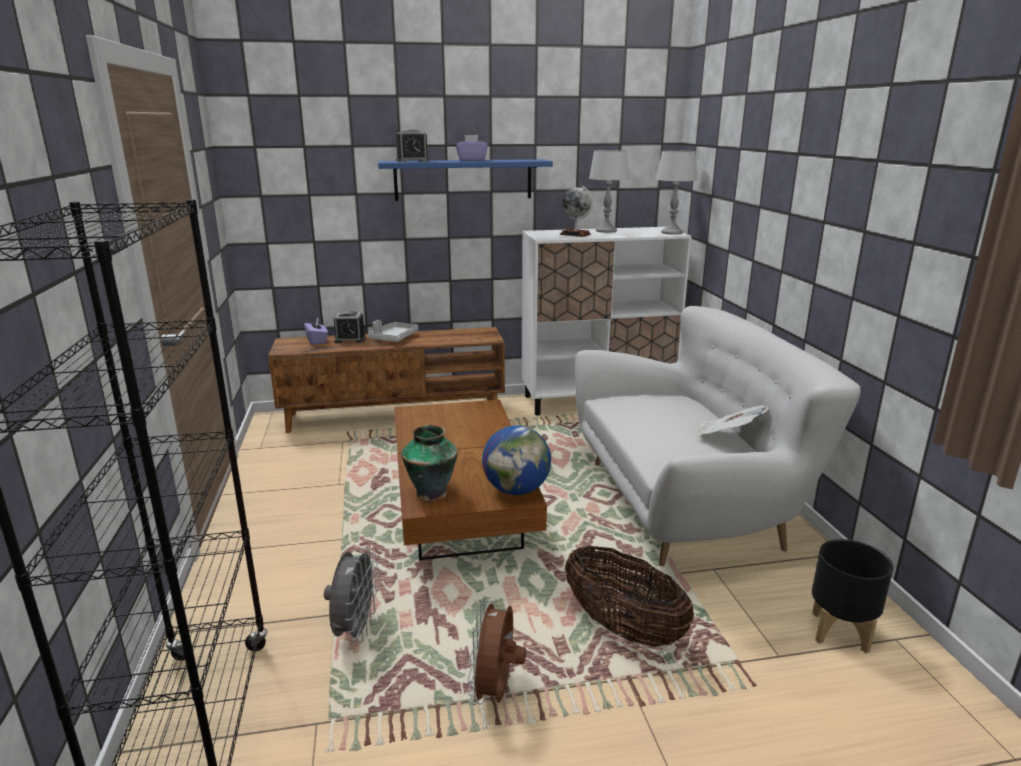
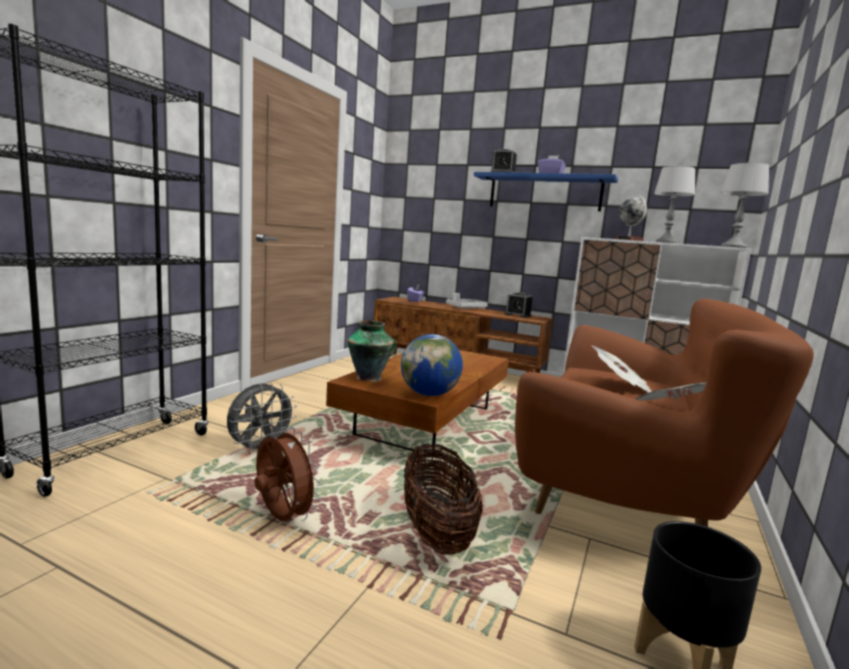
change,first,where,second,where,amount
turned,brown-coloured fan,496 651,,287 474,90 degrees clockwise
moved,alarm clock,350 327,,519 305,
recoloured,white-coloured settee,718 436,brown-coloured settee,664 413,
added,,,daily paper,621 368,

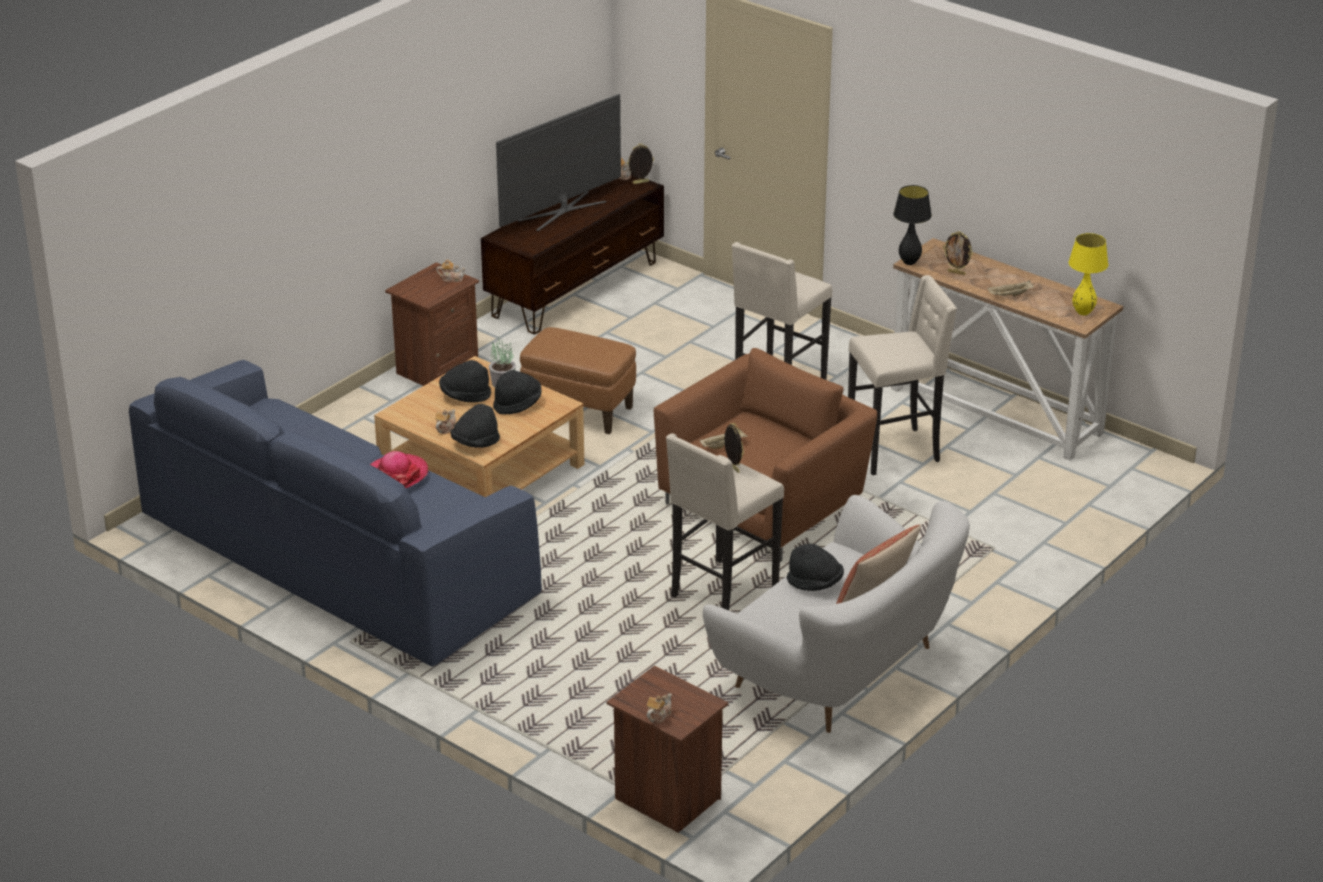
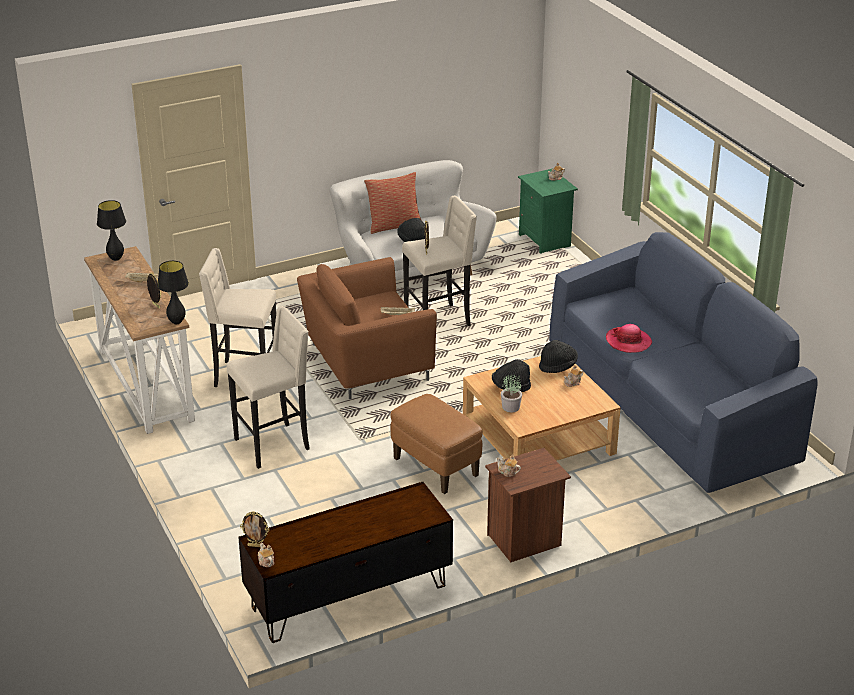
change,first,where,second,where,amount
recoloured,yellow table lamp,1088 274,black-coloured table lamp,111 230,
recoloured,brown-coloured night table,667 749,green-coloured night table,548 211,
removed,black-coloured clothing hat,465 381,,,
removed,TV set,558 162,,,

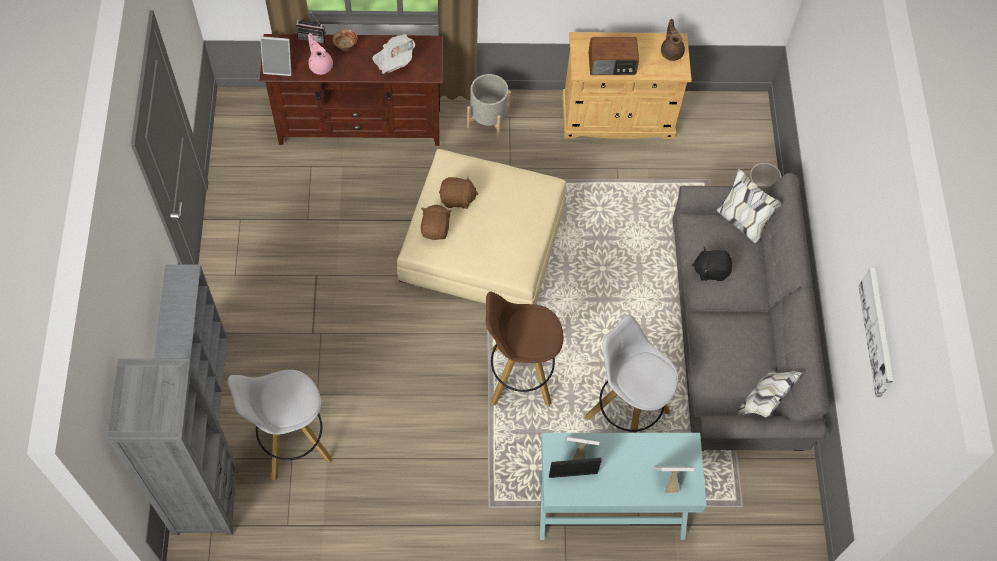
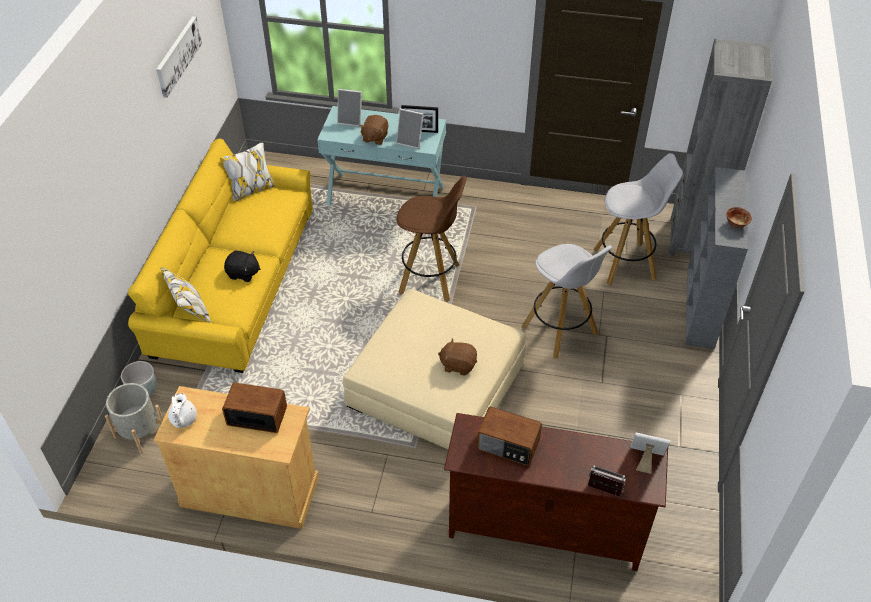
change,first,where,second,where,amount
moved,gray planter,489 105,,134 418,
recoloured,gray settee,751 310,yellow settee,220 256,
recoloured,brown-coloured tea pot,673 40,white-coloured tea pot,182 410,
moved,brown-coloured cuddly toy,436 222,,374 130,
replaced,daily paper,393 54,radio set,509 436,
moved,white-coloured sitting stool,631 374,,567 301,
moved,deep dish,345 40,,739 218,
removed,pinkish tea pot,320 54,,,

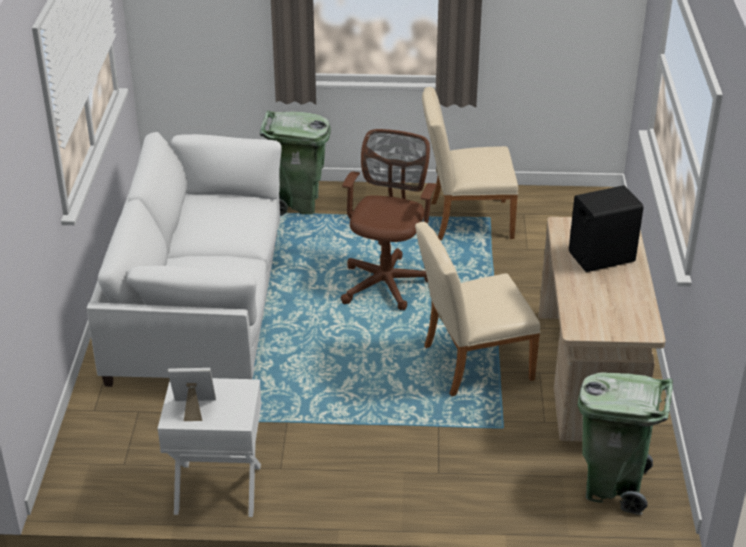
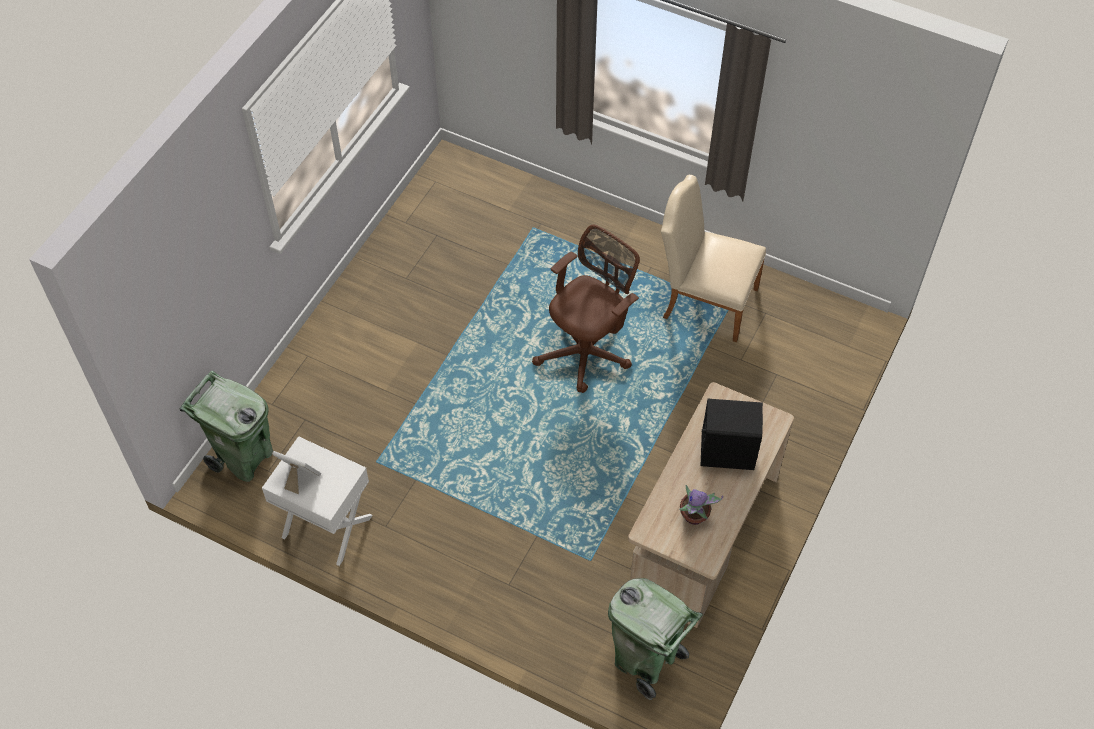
change,first,where,second,where,amount
moved,green-coloured waste bin,295 163,,226 426,
added,,,potted plant,701 505,
removed,white-coloured settee,184 259,,,
removed,sand-coloured plain chair,477 309,,,

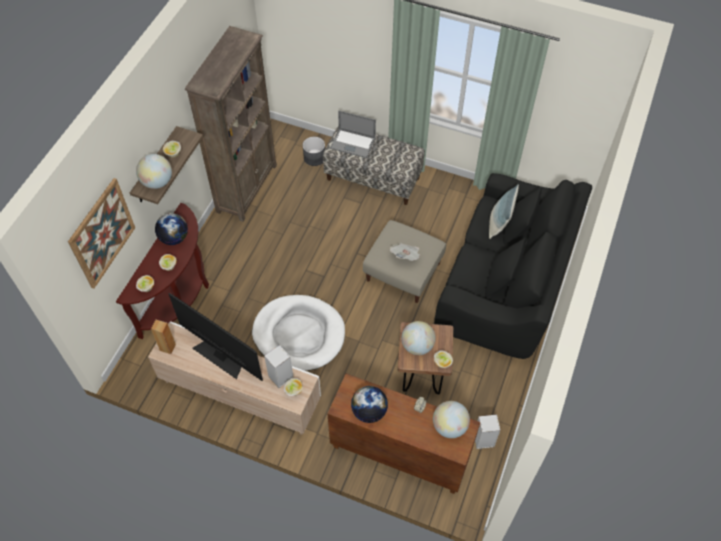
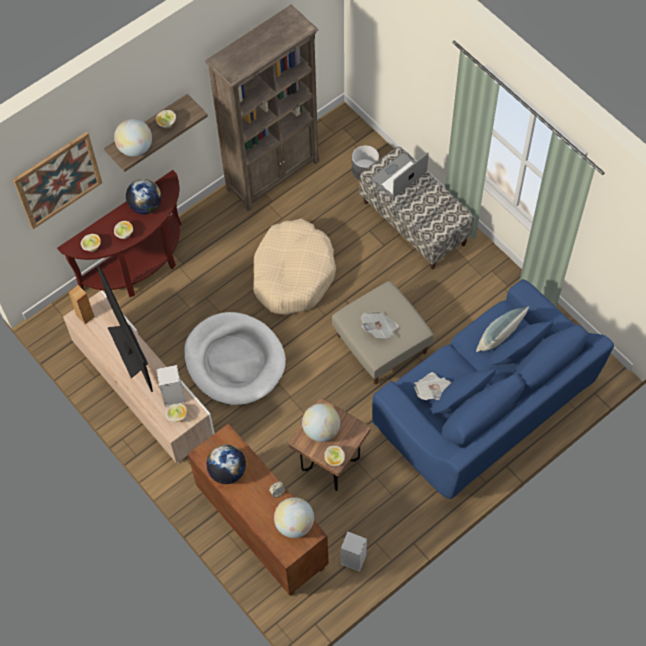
change,first,where,second,where,amount
added,,,sand-coloured dog bed,294 267,
turned,portable computer,353 134,,399 175,90 degrees clockwise
recoloured,black-coloured settee,513 266,blue-coloured settee,493 389,
added,,,daily paper,432 386,

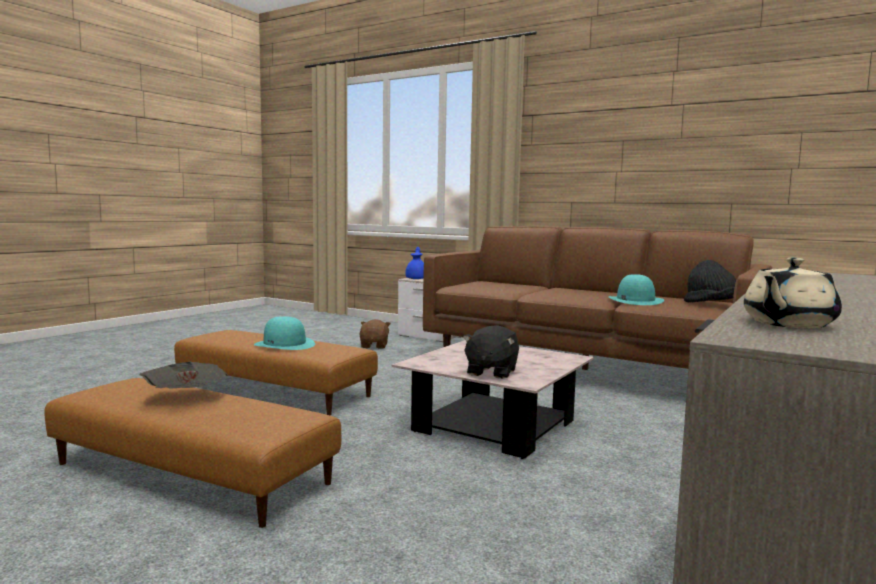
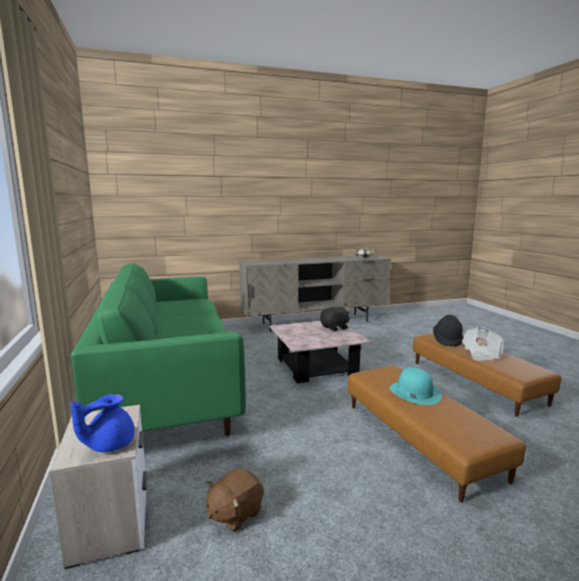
change,first,where,second,where,amount
recoloured,brown-coloured settee,597 298,green-coloured settee,158 349,
moved,black-coloured clothing hat,710 281,,448 331,
removed,turquoise-coloured clothing hat,636 289,,,

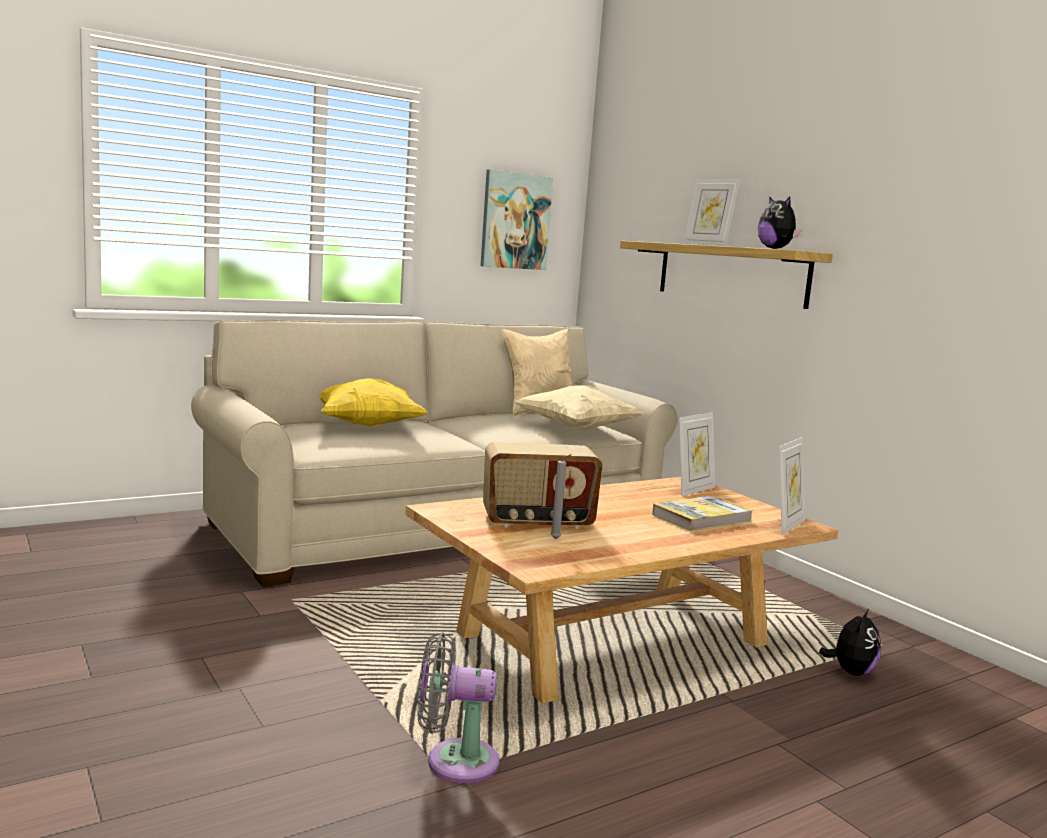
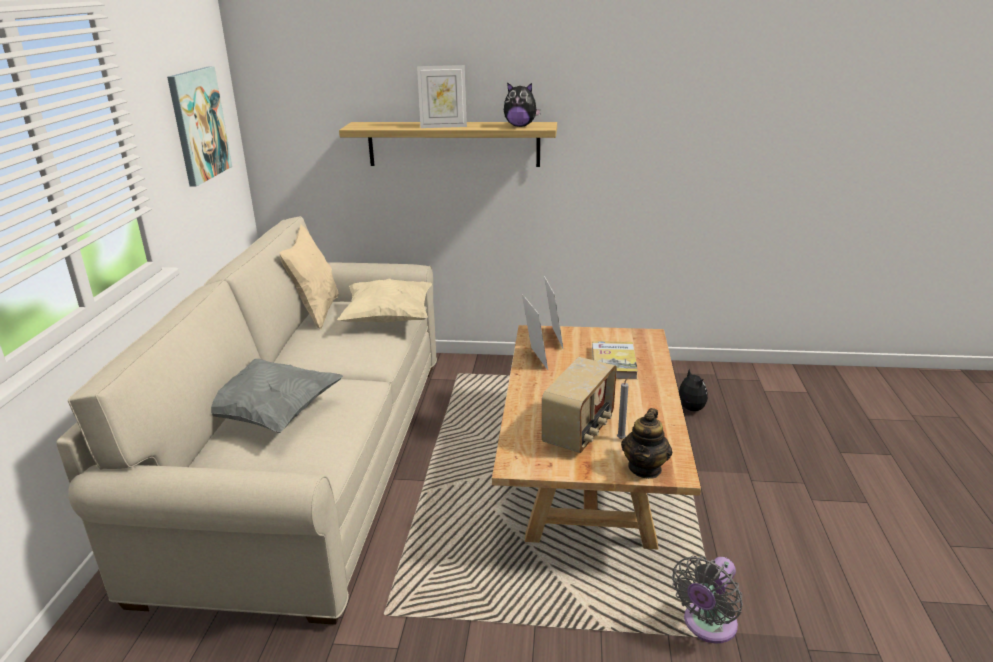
change,first,where,second,where,amount
recoloured,yellow cushion,373 403,gray cushion,277 396,
moved,photo frame,792 486,,535 332,
added,,,tea pot,646 443,

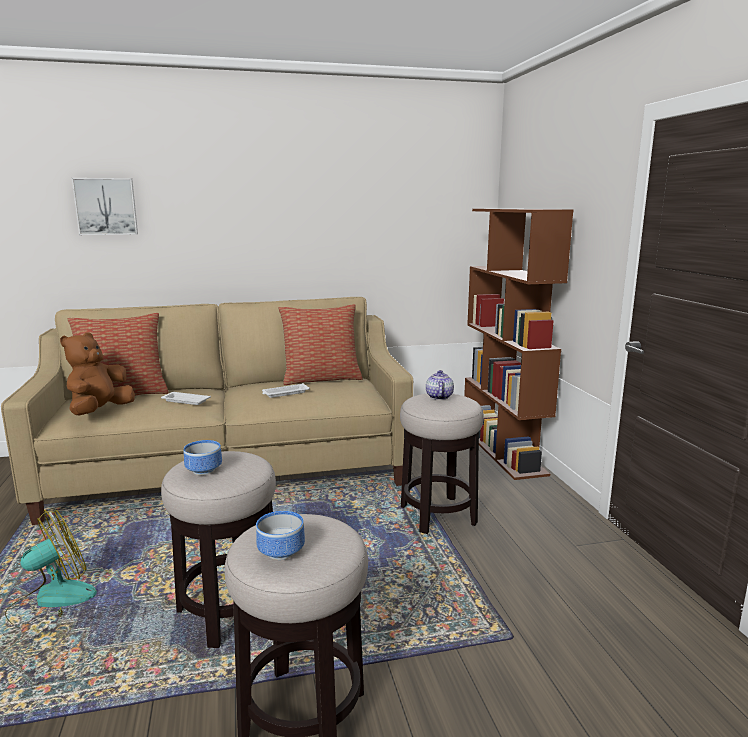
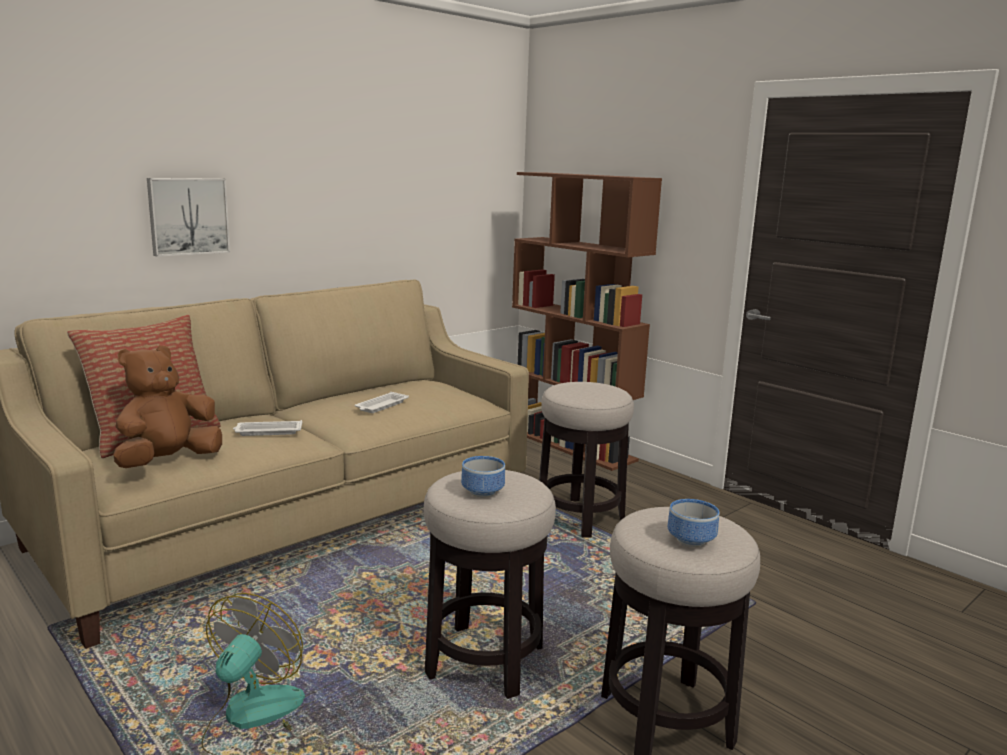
change,first,where,second,where,amount
turned,brown-coloured cuddly toy,97 373,,167 407,45 degrees clockwise
moved,wall picture,105 206,,188 217,
removed,cushion,320 344,,,
removed,tea pot,440 385,,,

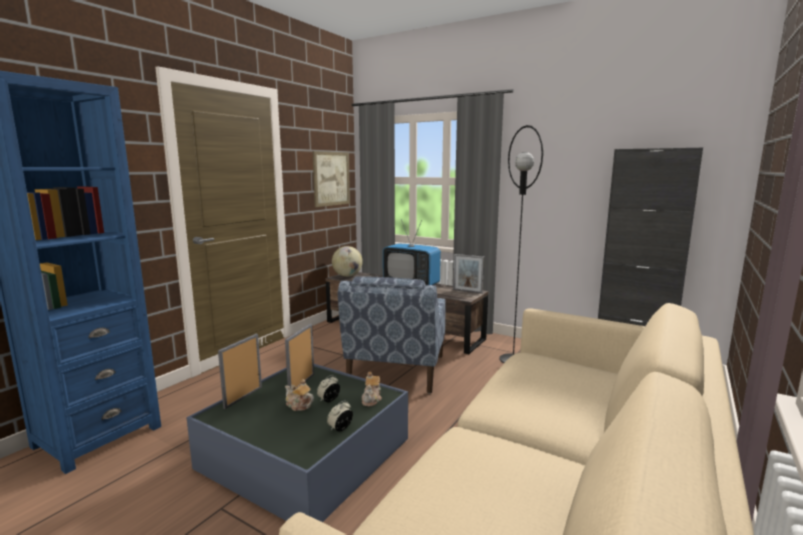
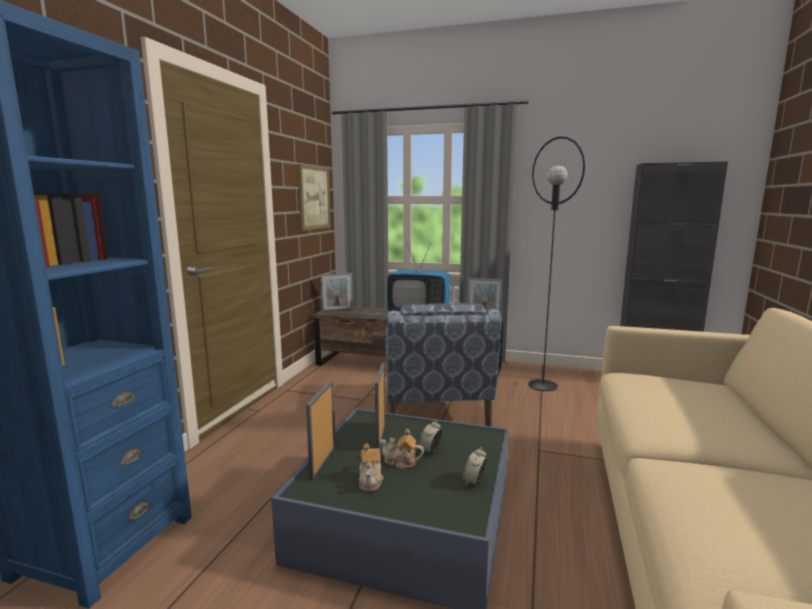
change,first,where,second,where,amount
replaced,desk globe,347 261,photo frame,337 292,
moved,tea pot,372 389,,371 467,

